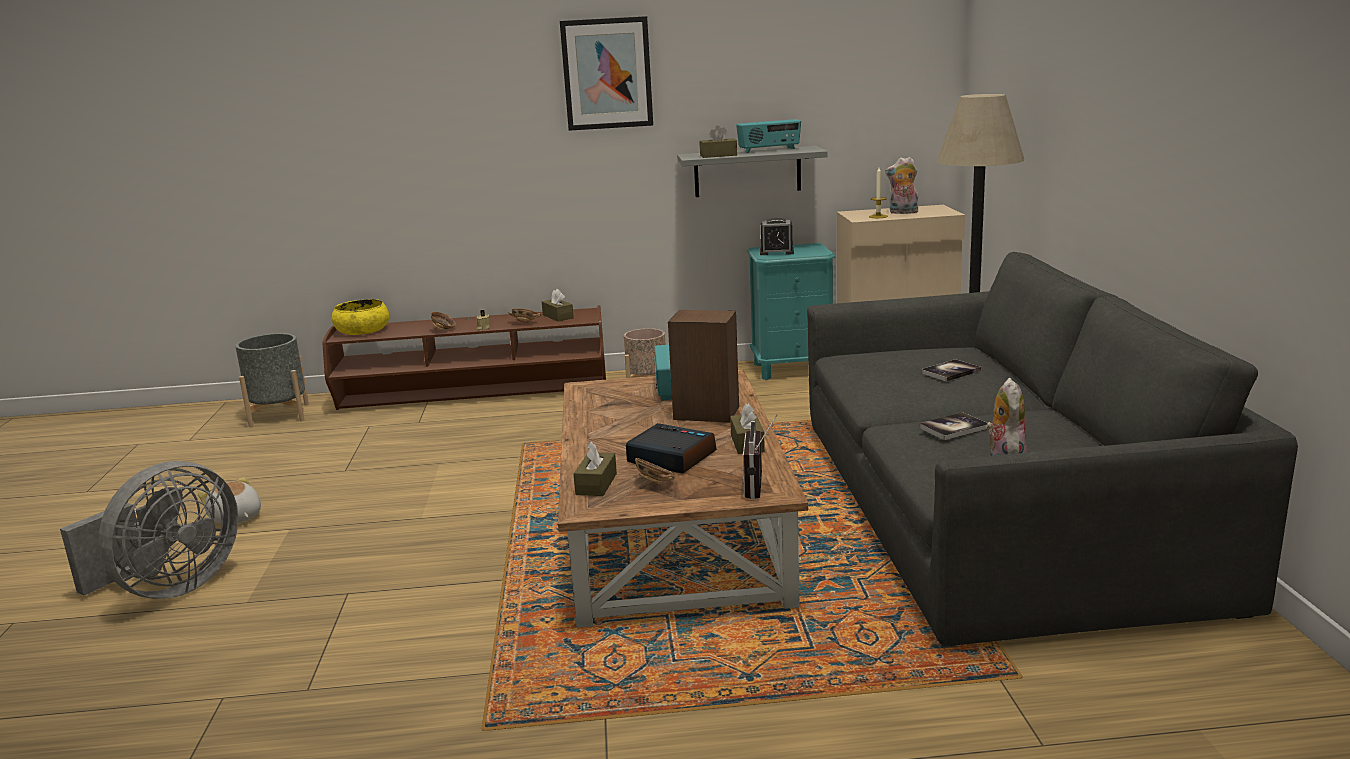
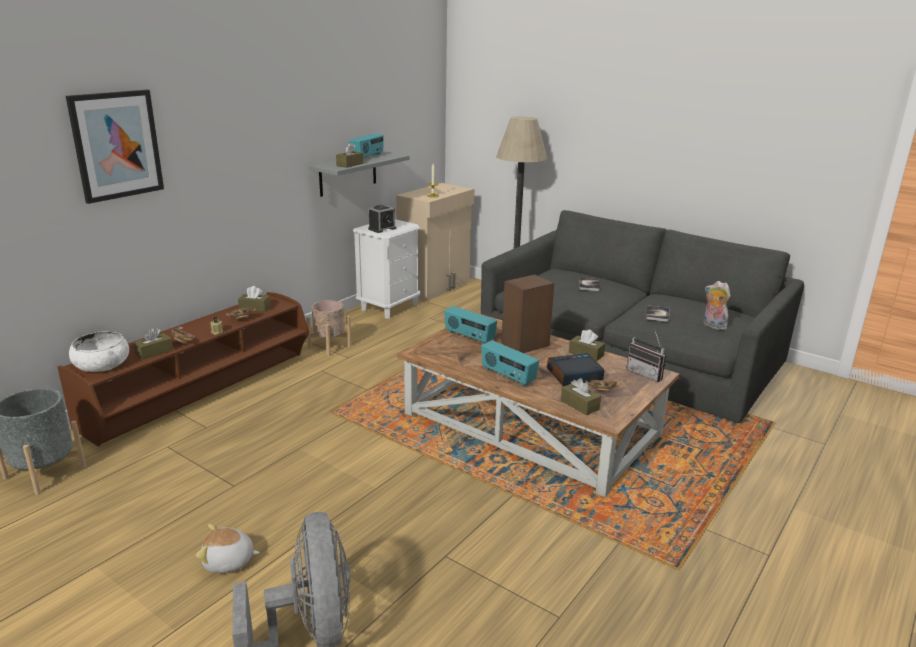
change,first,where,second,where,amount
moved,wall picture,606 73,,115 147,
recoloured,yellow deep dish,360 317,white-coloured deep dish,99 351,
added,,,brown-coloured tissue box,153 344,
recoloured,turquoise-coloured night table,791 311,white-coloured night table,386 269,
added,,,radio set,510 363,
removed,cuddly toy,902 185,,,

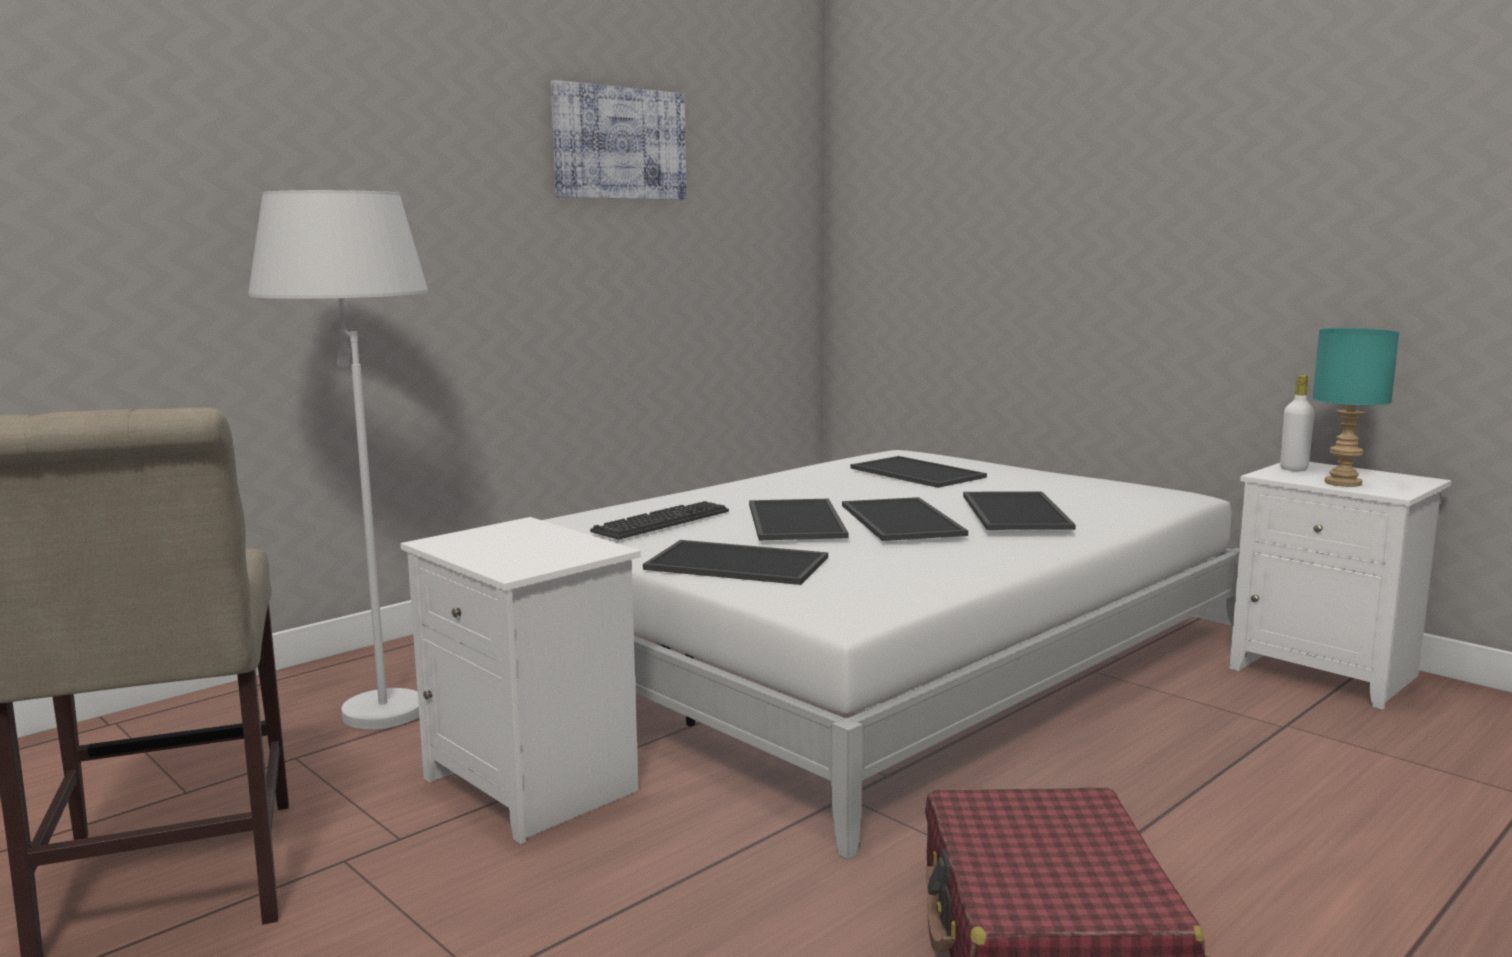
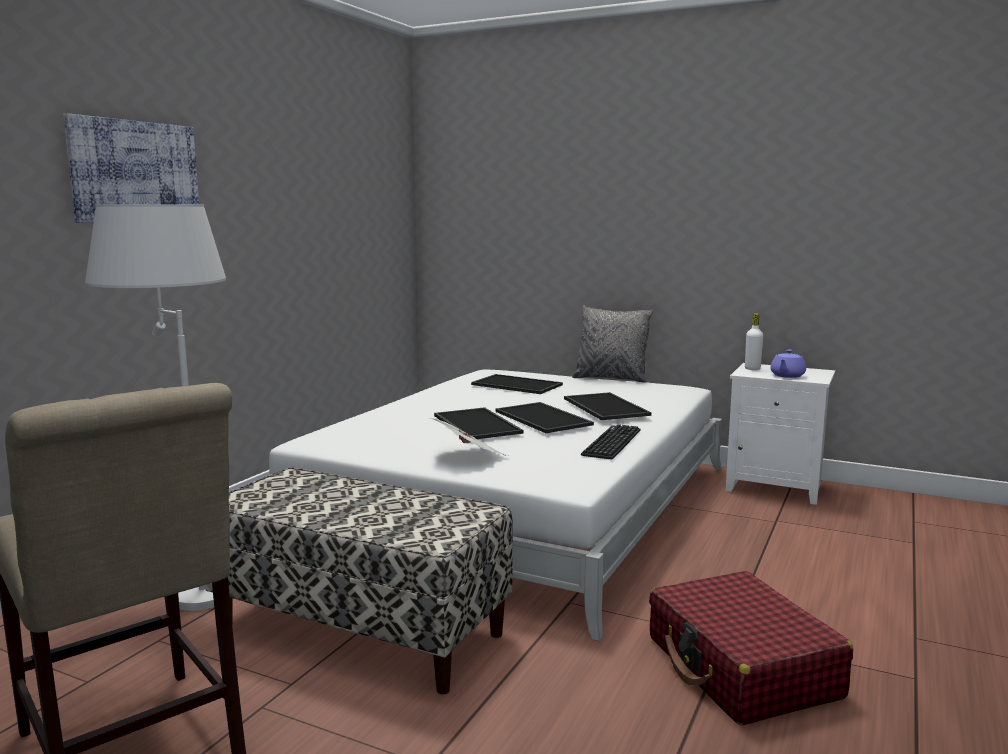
change,first,where,second,where,amount
moved,wall picture,618 140,,131 168,
replaced,white-coloured night table,520 680,indoor bench,359 580,
replaced,tray,735 562,daily paper,469 437,
added,,,gray cushion,612 344,
moved,keyboard,659 520,,611 441,
replaced,turquoise-coloured table lamp,1356 407,purplish tea pot,788 364,

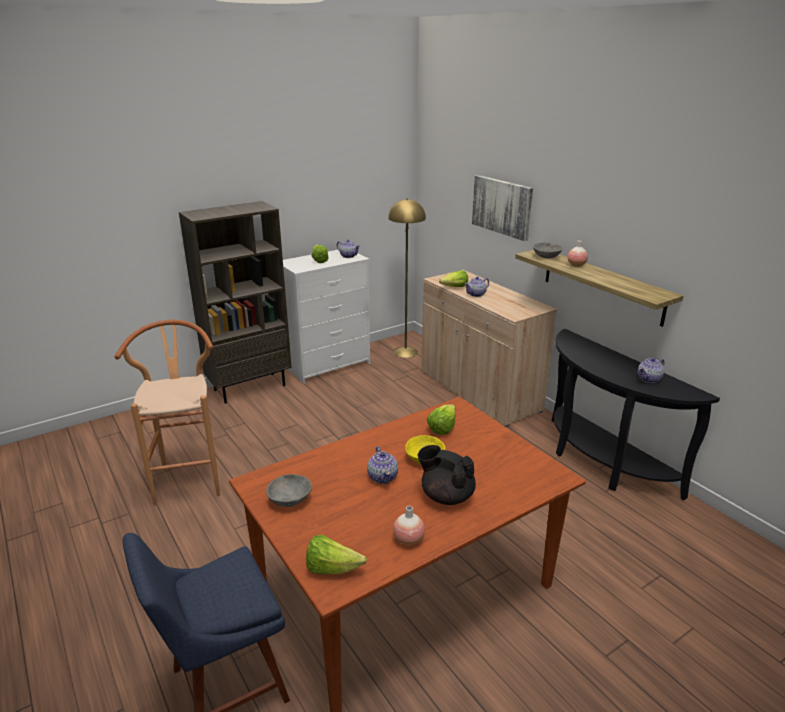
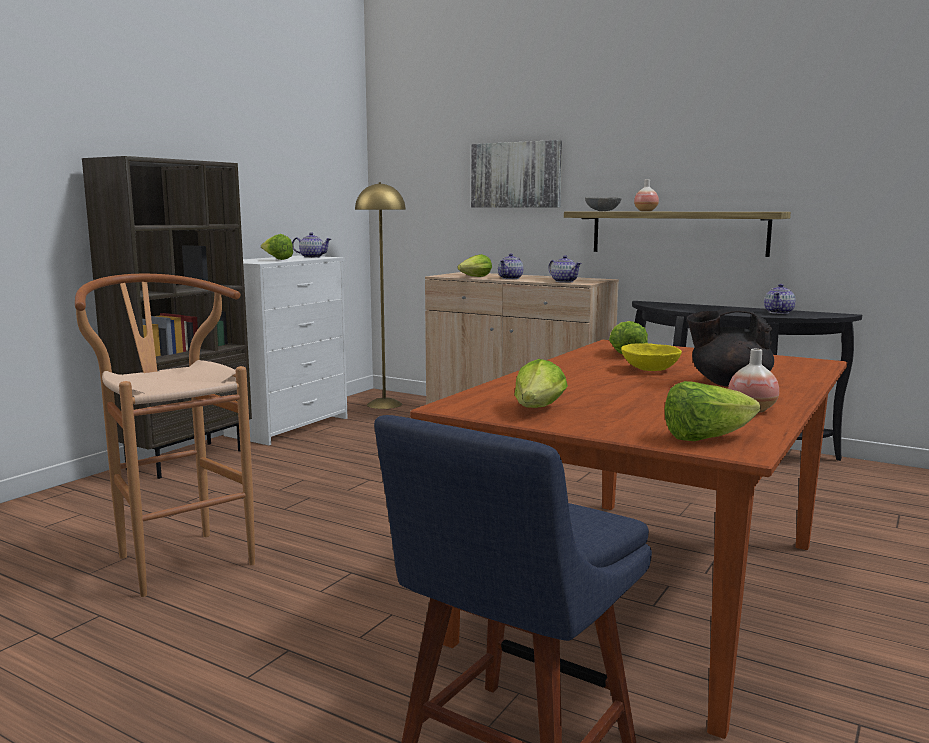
change,first,where,second,where,amount
replaced,gray deep dish,289 490,lettuce,541 383,
moved,tea pot,382 465,,564 269,

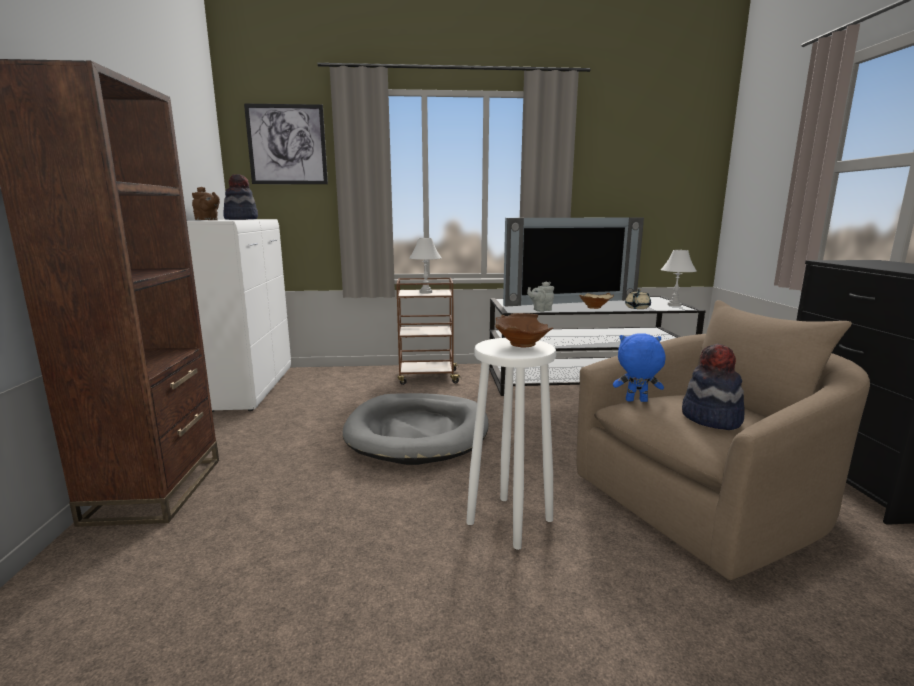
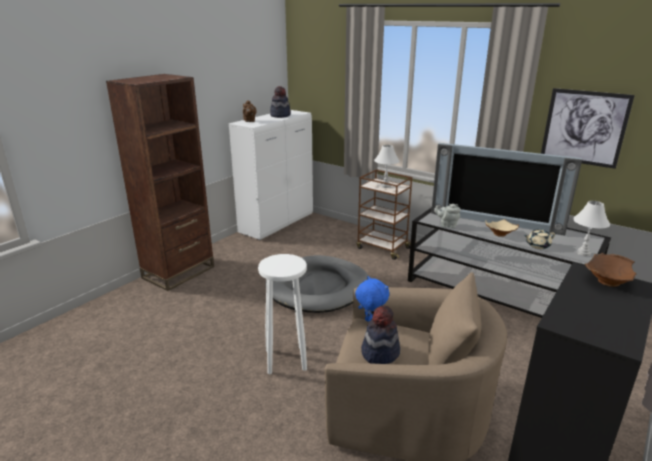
change,first,where,second,where,amount
moved,wall picture,286 143,,588 128,
moved,brown-coloured deep dish,524 330,,611 270,

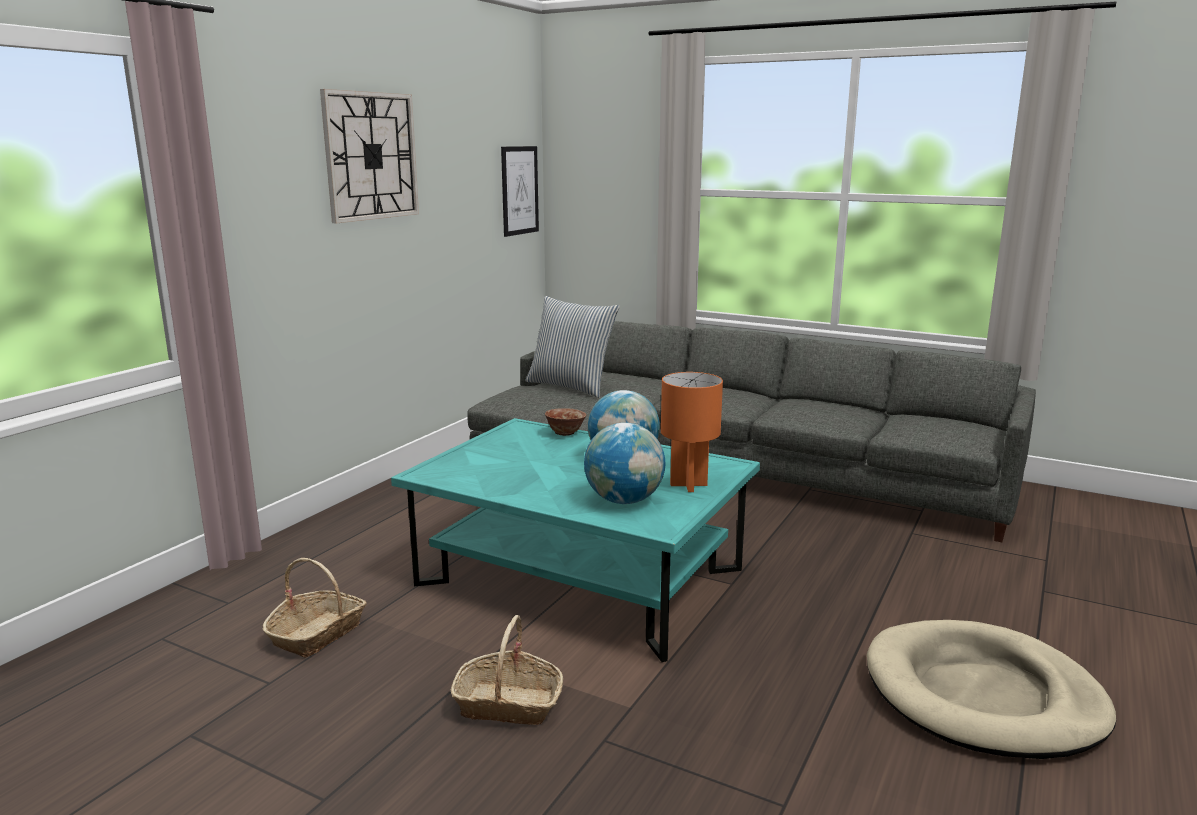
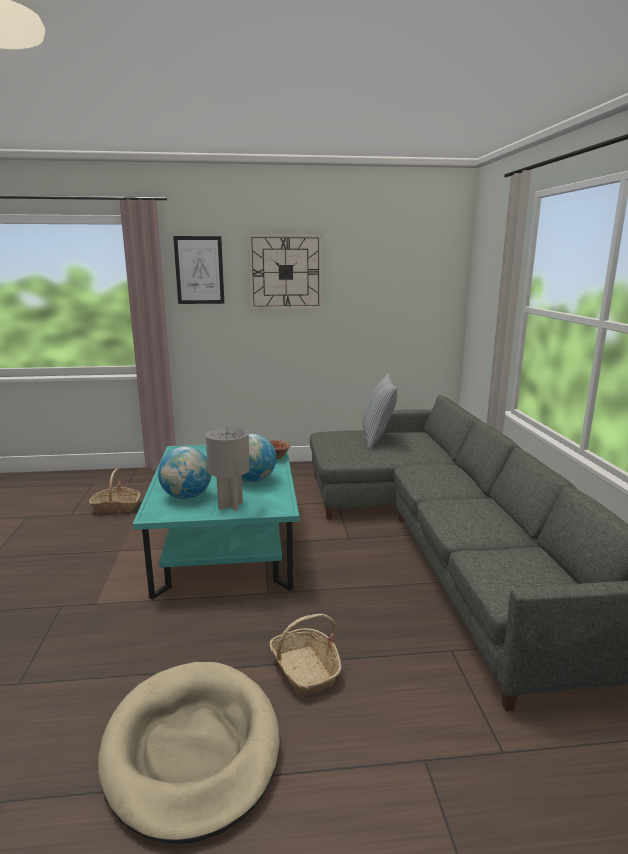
change,first,where,second,where,amount
moved,wall picture,520 191,,198 270,
recoloured,orangey table lamp,692 432,gray table lamp,228 469,
moved,household basket,507 670,,305 654,

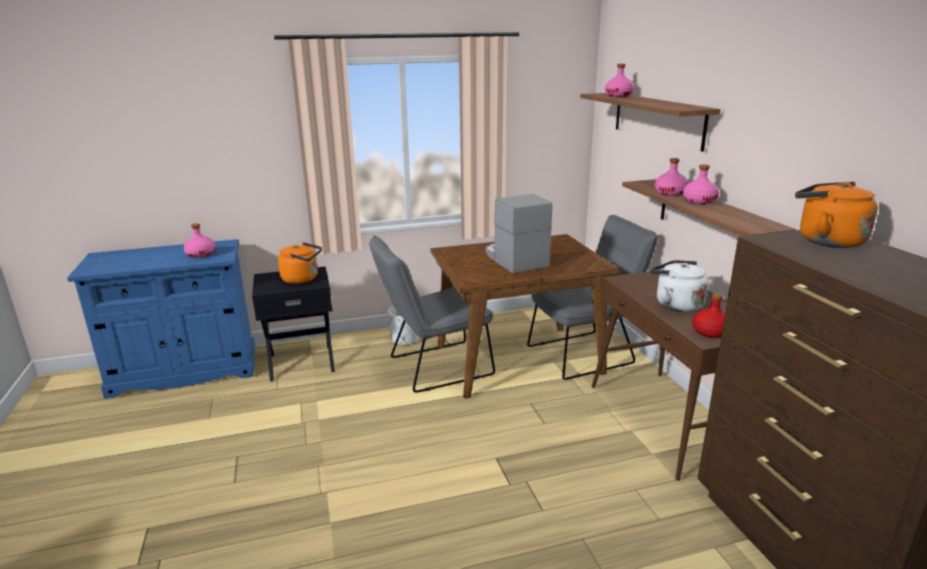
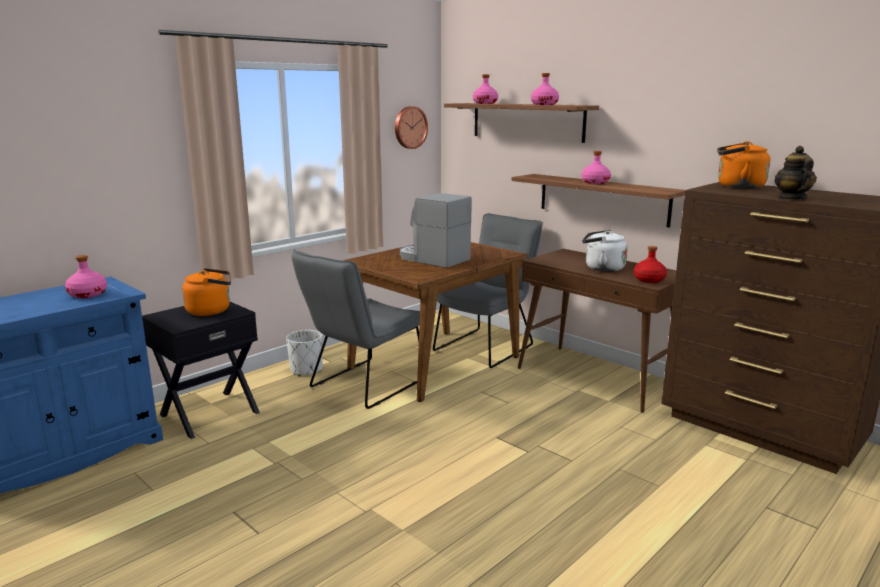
change,first,where,second,where,amount
added,,,wall clock,411 127,
moved,pinkish bottle,671 177,,545 89,
added,,,tea pot,795 173,

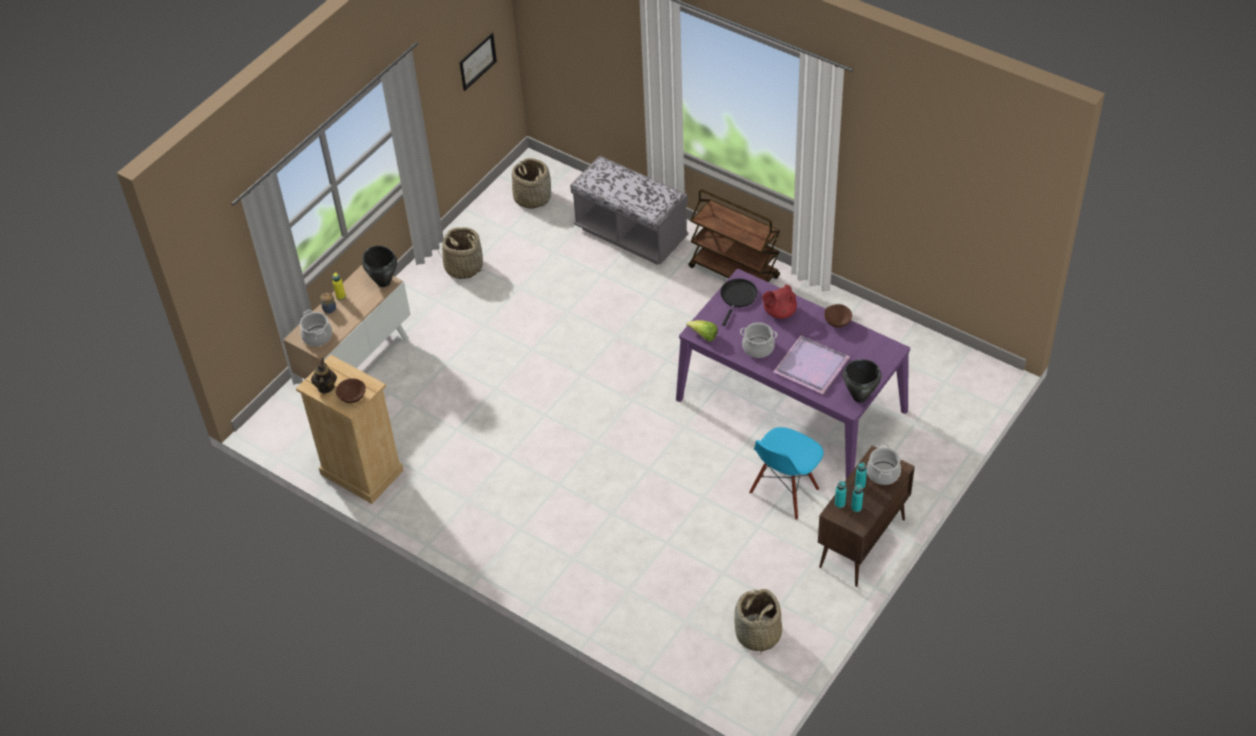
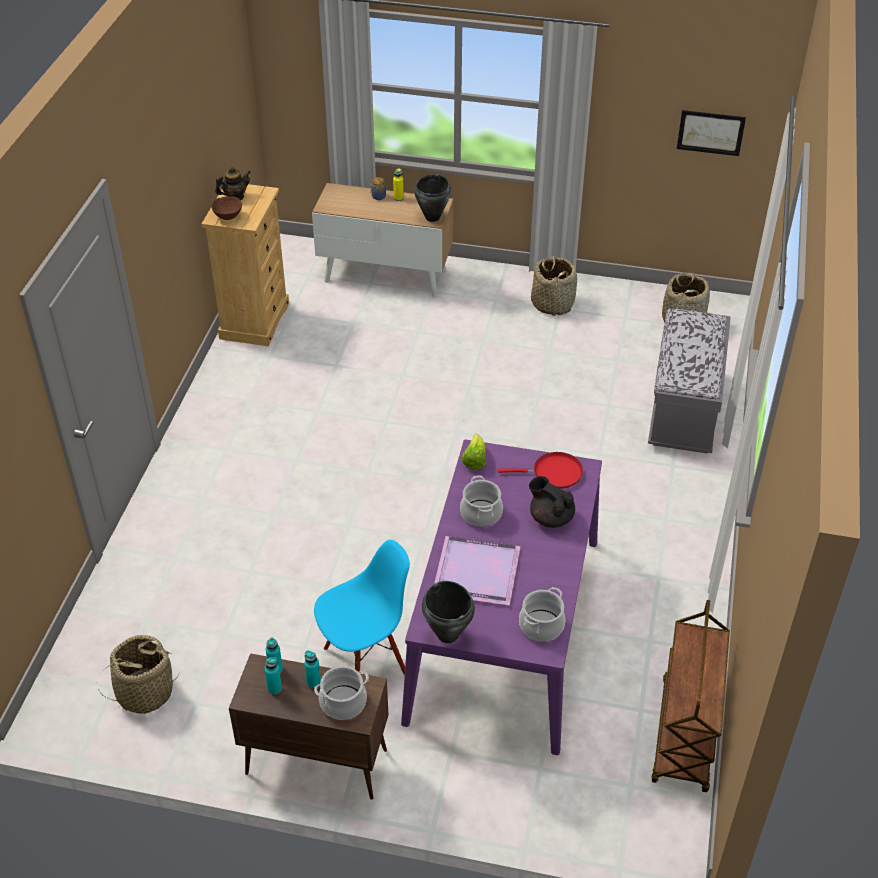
change,first,where,second,where,amount
turned,blue-coloured plain chair,786 473,,362 607,135 degrees clockwise
recoloured,black-coloured skillet,739 302,red skillet,540 470,
moved,stockpot,316 328,,542 614,
recoloured,red tea pot,779 301,black-coloured tea pot,552 502,
moved,brown-coloured wheeled cart,734 235,,690 696,
removed,brown-coloured deep dish,838 316,,,

